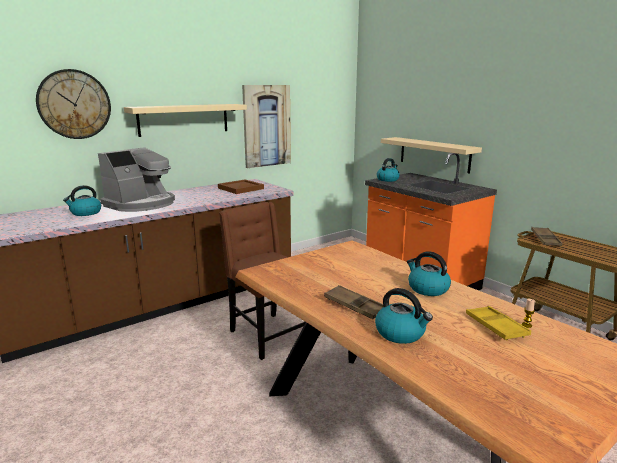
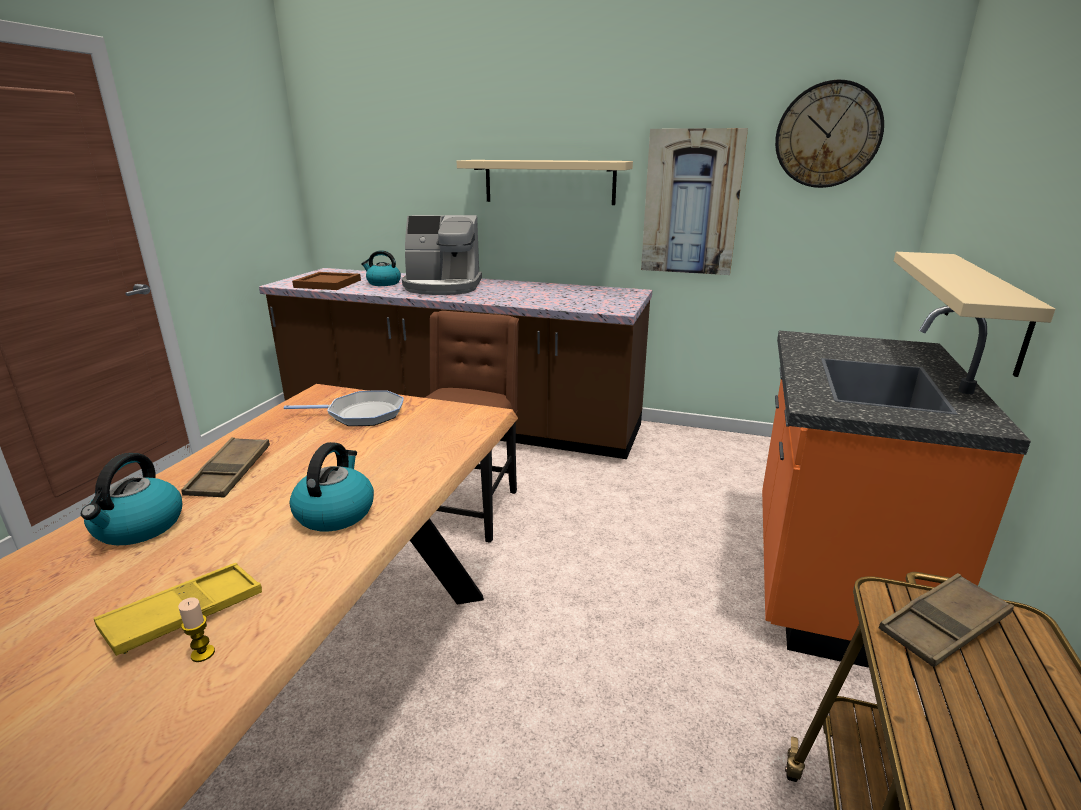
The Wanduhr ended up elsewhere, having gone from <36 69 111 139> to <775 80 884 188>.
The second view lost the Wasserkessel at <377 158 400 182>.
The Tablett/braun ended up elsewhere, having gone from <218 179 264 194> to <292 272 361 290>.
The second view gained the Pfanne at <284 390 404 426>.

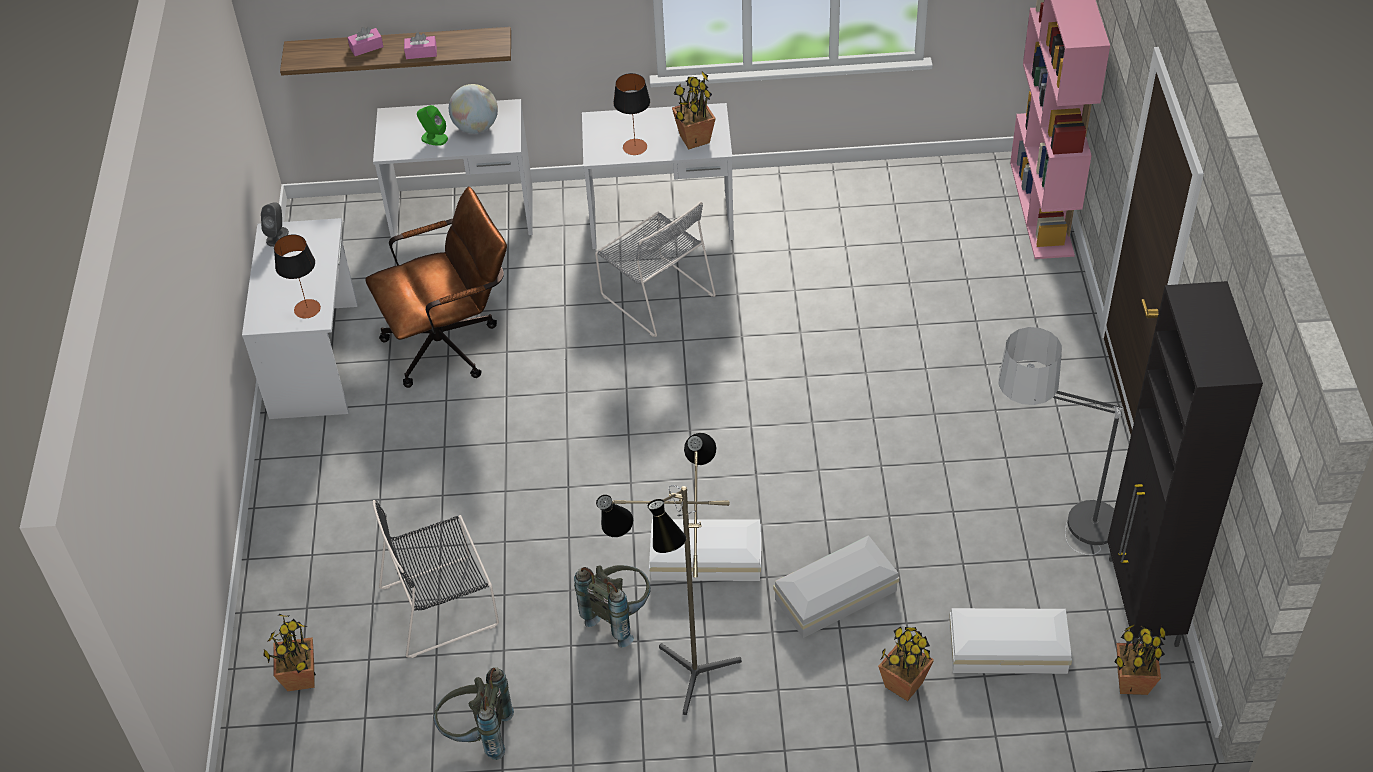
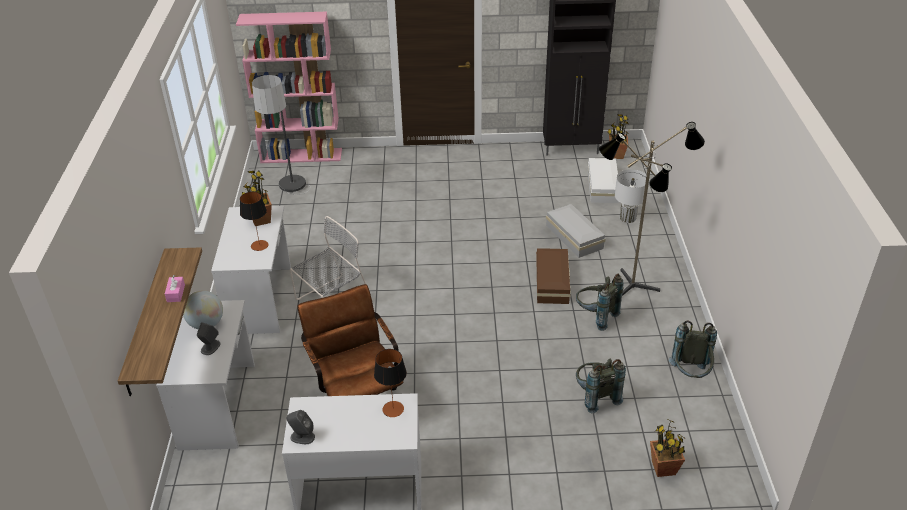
The second view lost the Taschentuchbox/rosa at <347 27 383 56>.
What was the Lautsprecher/grün at <417 105 448 146> turned into the Lautsprecher/grau at <197 322 221 355>.
The Stehlampe ended up elsewhere, having gone from <998 327 1124 555> to <252 75 311 194>.
Where the Stuhl/schwarz stood at <373 500 499 658>, the Rucksack/grau came to stand at <576 359 626 413>.
What was the Aufbewahrungsbox/weiß at <649 519 761 581> turned into the Aufbewahrungsbox/braun at <536 248 571 304>.
Where the Topfpflanze stood at <878 627 934 701>, the Tischlampe/weiß came to stand at <615 169 650 223>.

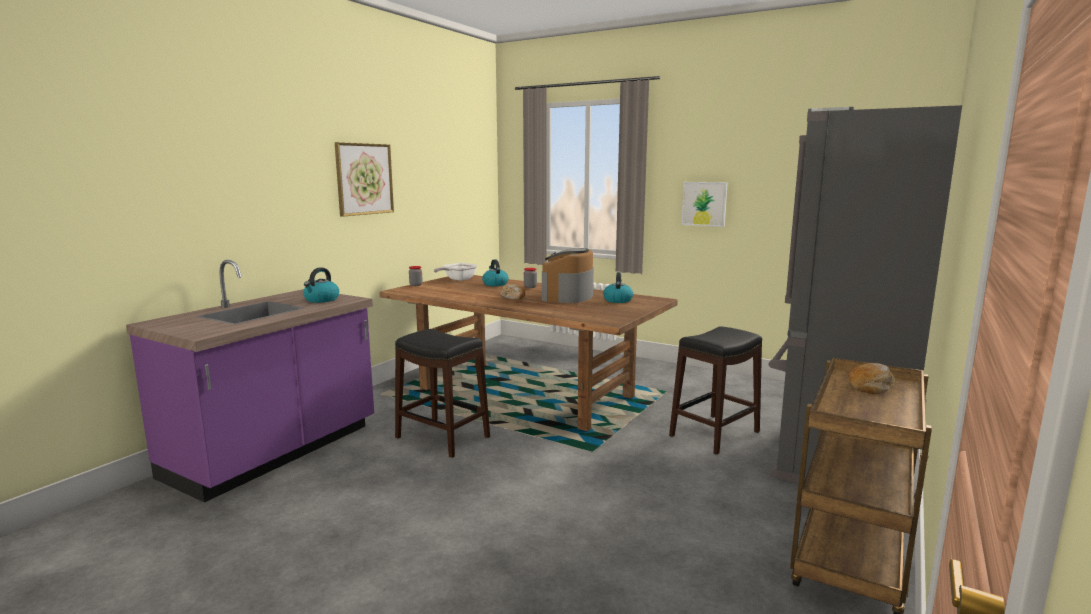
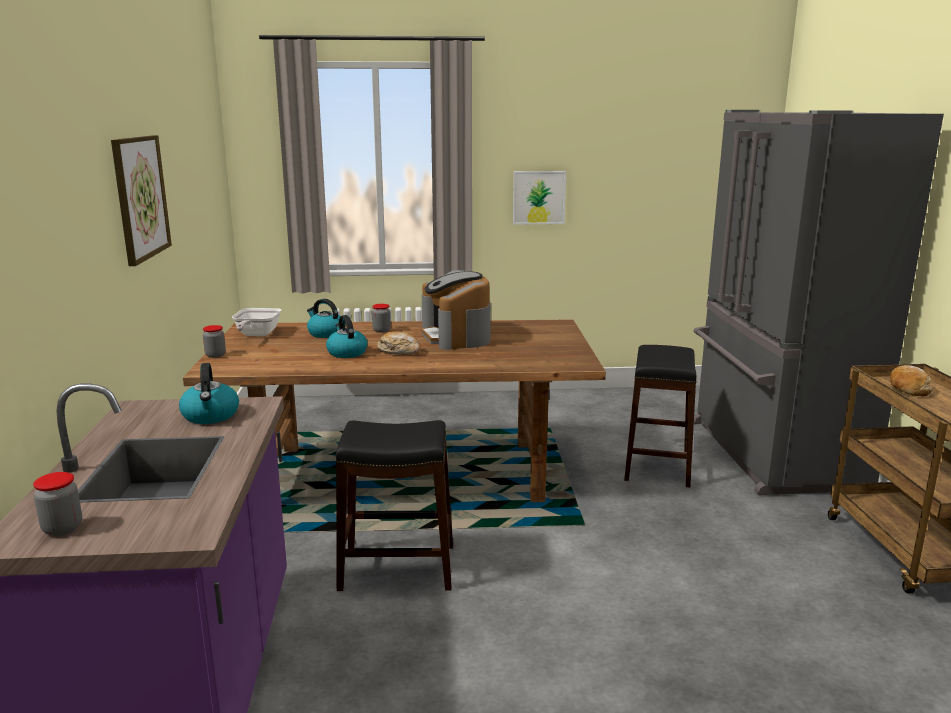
The Wasserkessel ended up elsewhere, having gone from <603 272 633 303> to <326 315 368 358>.
The second view gained the Vorratsglas at <33 472 82 536>.

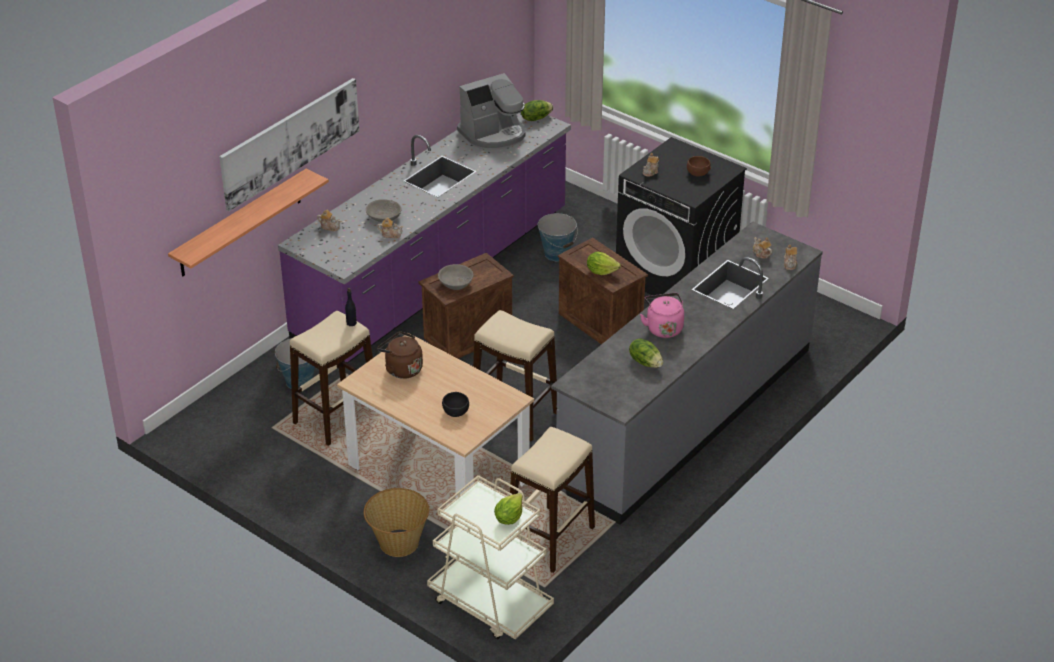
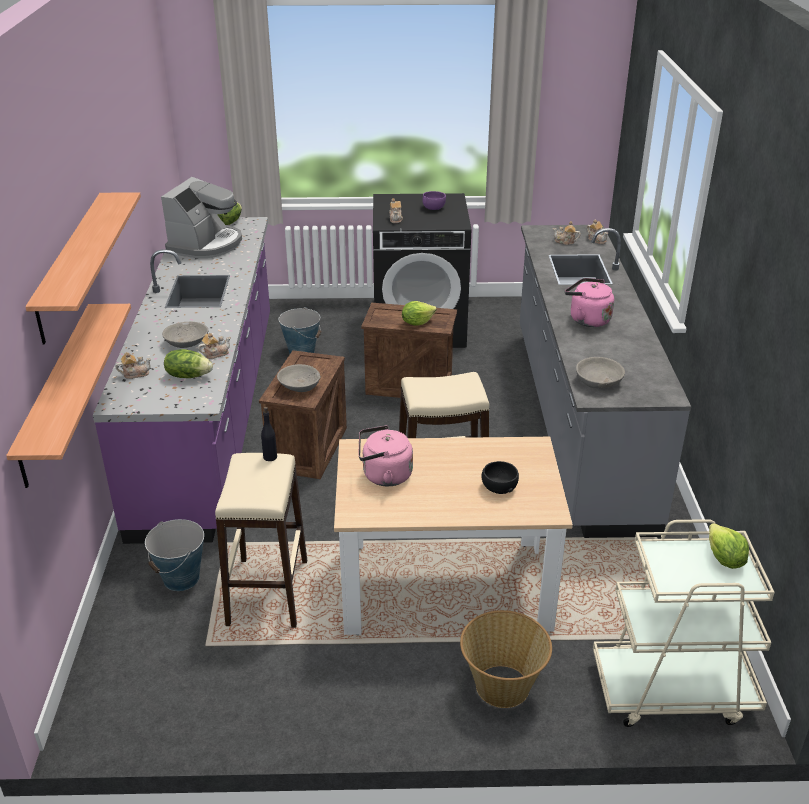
Where the Bild hung at <219 78 359 211>, the Wandregal came to hang at <25 192 141 344>.
What was the Schüssel/braun at <687 156 711 177> turned into the Schüssel/lila at <422 191 446 210>.
What was the Wasserkessel/braun at <377 331 423 379> turned into the Wasserkessel/rosa at <359 425 413 486>.
The Salatkopf ended up elsewhere, having gone from <629 338 663 368> to <164 349 213 378>.
The second view lost the Hocker/beige at <510 427 595 573>.
The second view gained the Schüssel/grau at <576 357 625 388>.

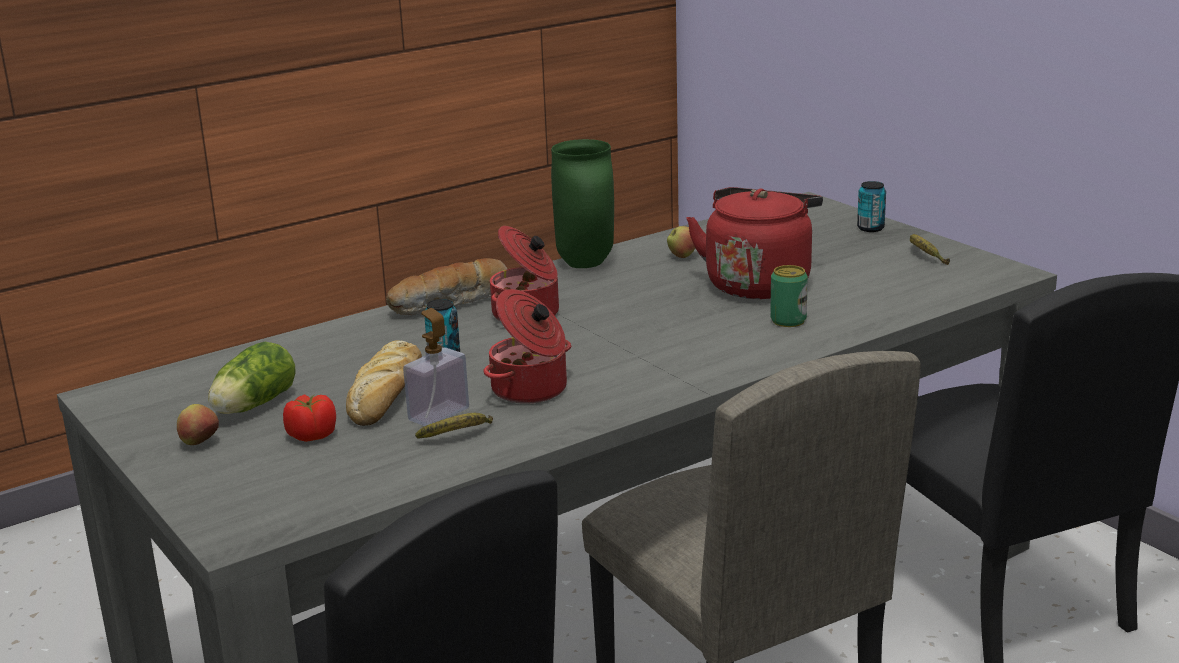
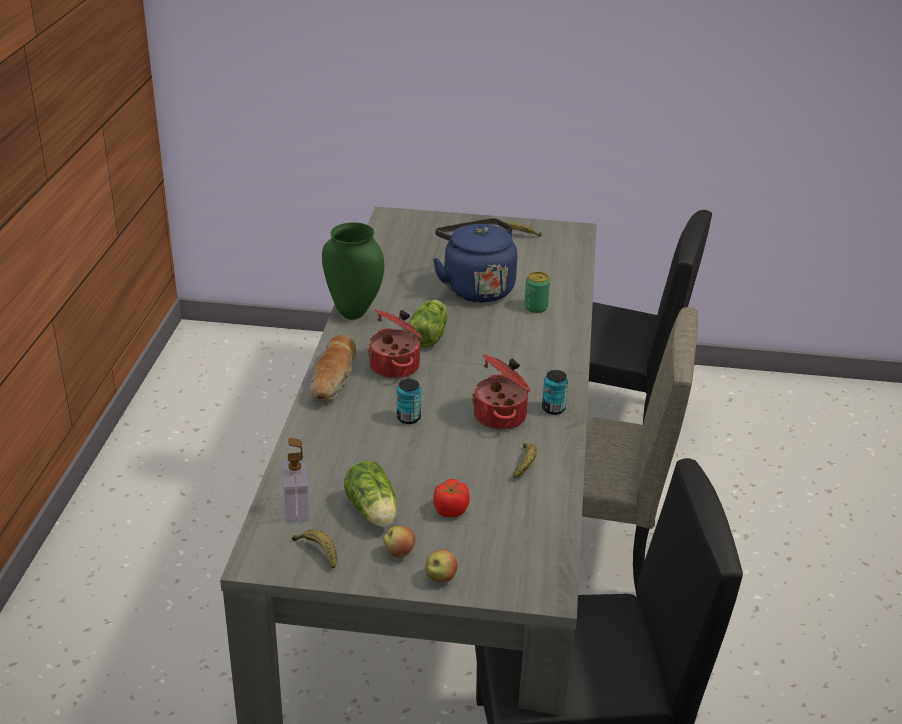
The Dose ended up elsewhere, having gone from <857 181 886 232> to <542 370 568 415>.
What was the Wasserkessel/rot at <686 187 823 299> turned into the Wasserkessel/blau at <433 218 517 303>.
The Apfel ended up elsewhere, having gone from <667 226 696 258> to <426 550 458 582>.
The Seifenspender ended up elsewhere, having gone from <403 308 469 426> to <283 438 310 523>.
The second view lost the Brot at <346 340 422 426>.
The second view gained the Salatkopf at <406 300 447 348>.
The second view gained the Banane at <292 529 337 569>.

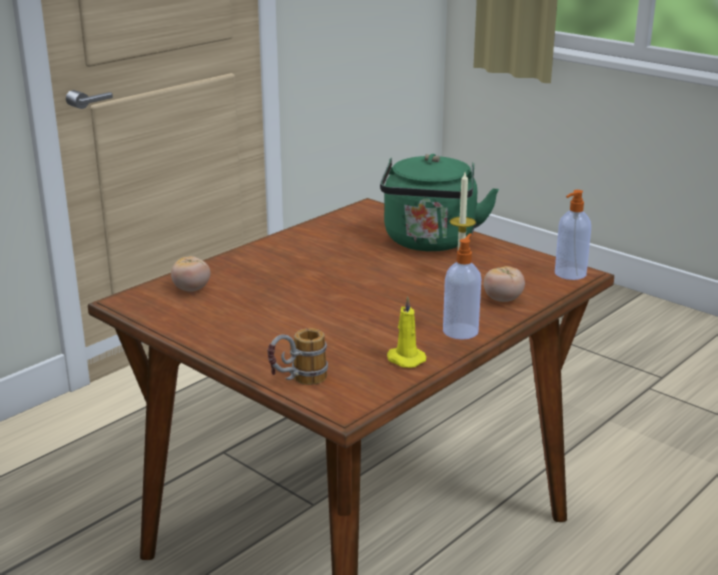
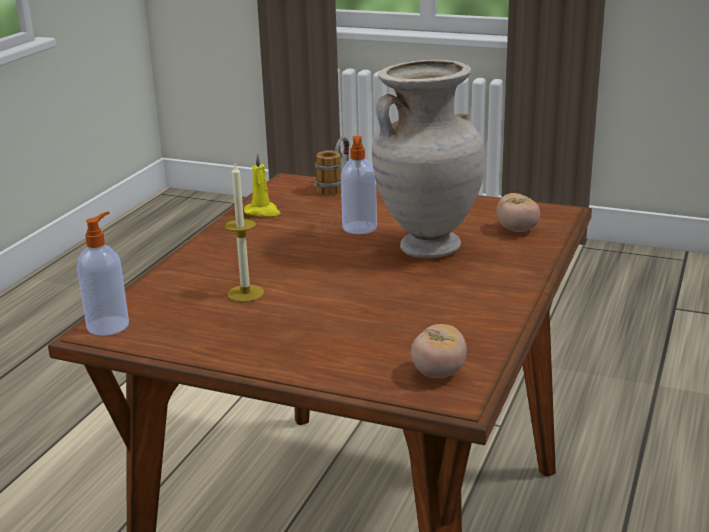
The second view lost the Wasserkessel/grün at <380 154 499 251>.
The Seifenspender ended up elsewhere, having gone from <443 233 481 340> to <341 136 377 234>.
The Tomate ended up elsewhere, having gone from <483 266 525 302> to <411 324 467 378>.
The second view gained the Vase/beige at <372 60 484 258>.

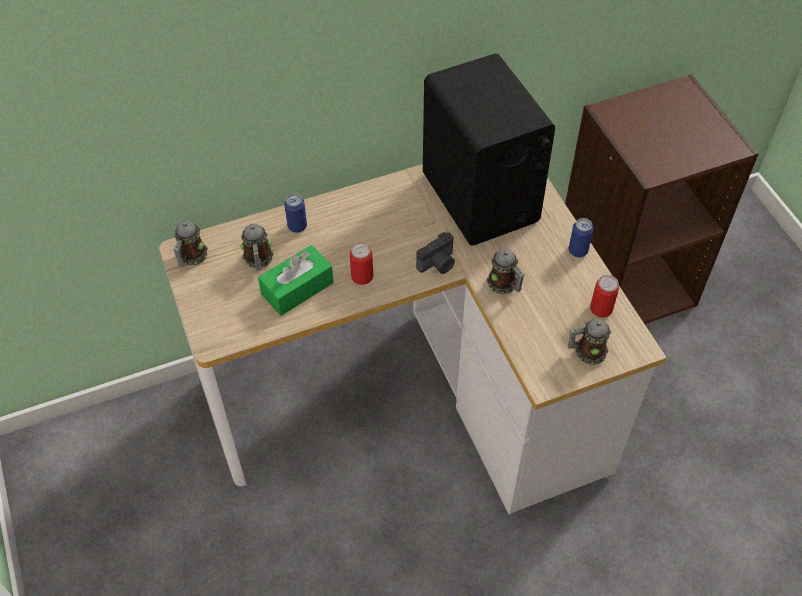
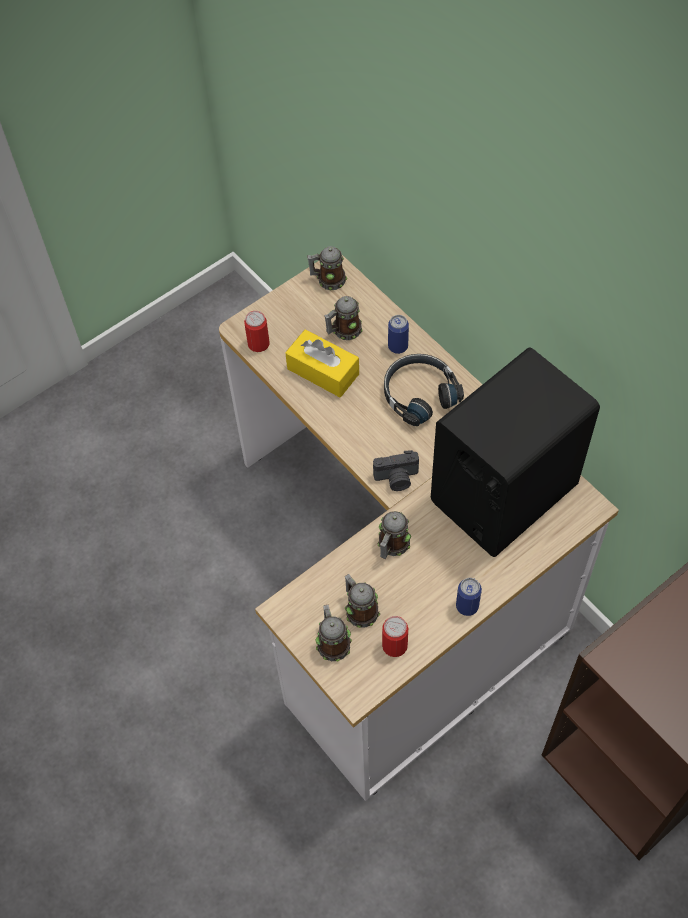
The Kamera at <416 232 455 274> ended up facing another way, 45 degrees counterclockwise from before.
The Dose ended up elsewhere, having gone from <350 242 373 285> to <244 311 270 352>.
What was the Taschentuchbox/grün at <258 245 334 316> turned into the Taschentuchbox/gelb at <285 329 359 397>.
The second view gained the Kopfhörer/schwarz at <384 354 464 426>.
The second view gained the Henkelbecher at <345 574 380 628>.

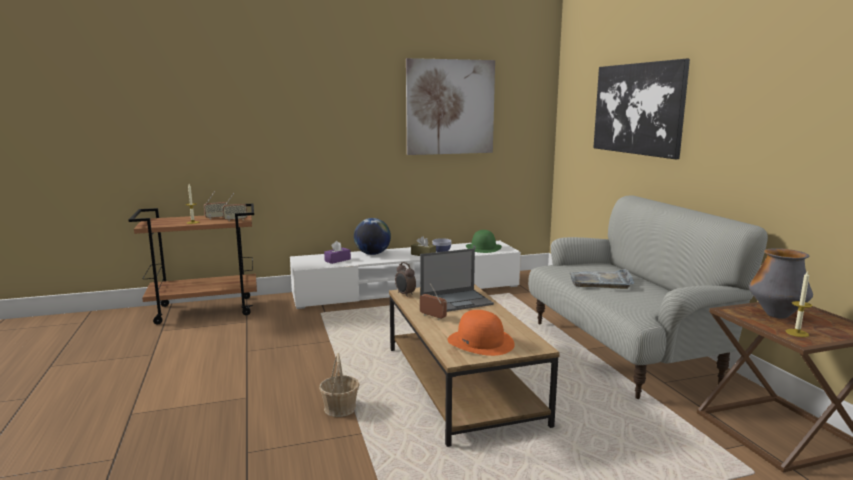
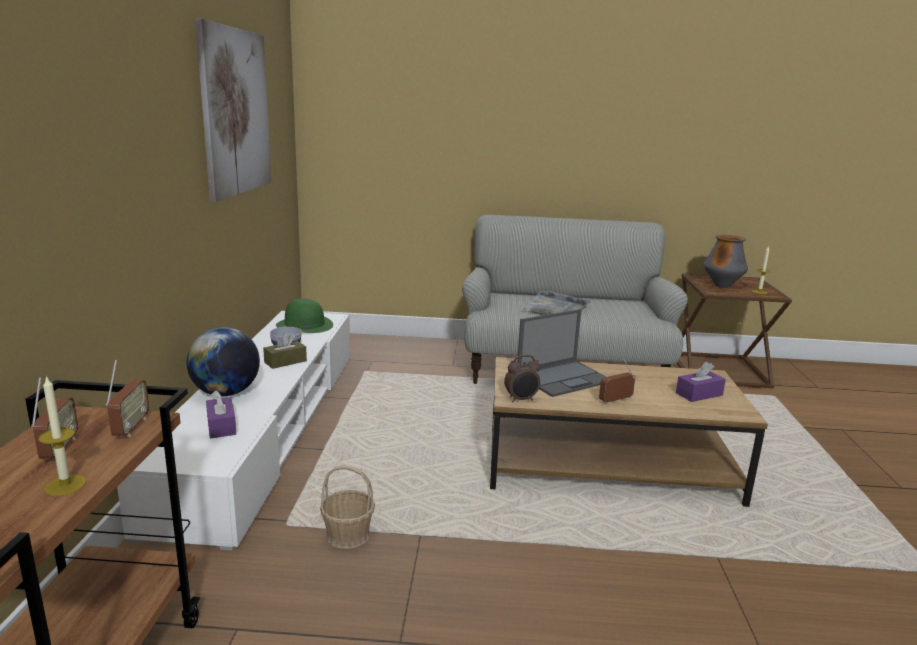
The second view lost the Bild at <593 59 690 159>.
The Laptop at <420 248 494 312> ended up facing another way, 60 degrees clockwise from before.
Where the Hut/orange stood at <447 310 515 356>, the Taschentuchbox/lila came to stand at <676 362 726 402>.
The Korb ended up elsewhere, having gone from <319 353 360 417> to <320 465 375 549>.

